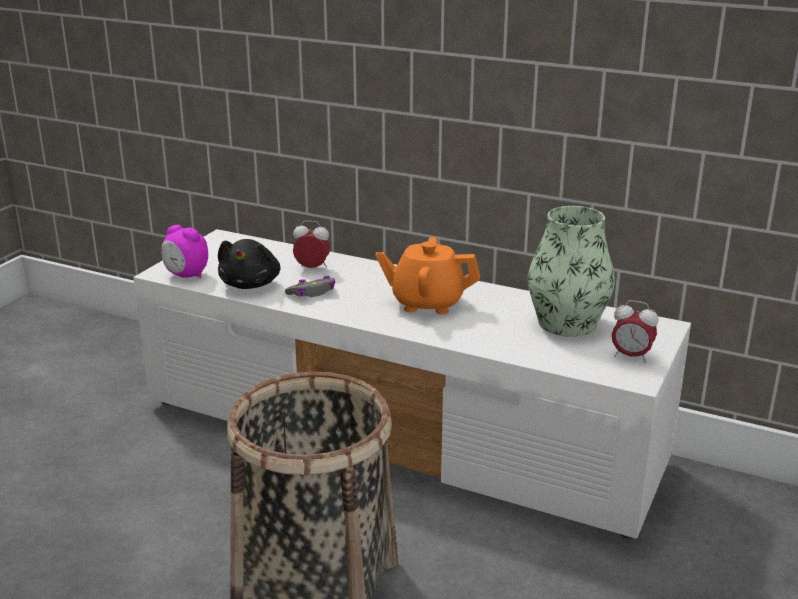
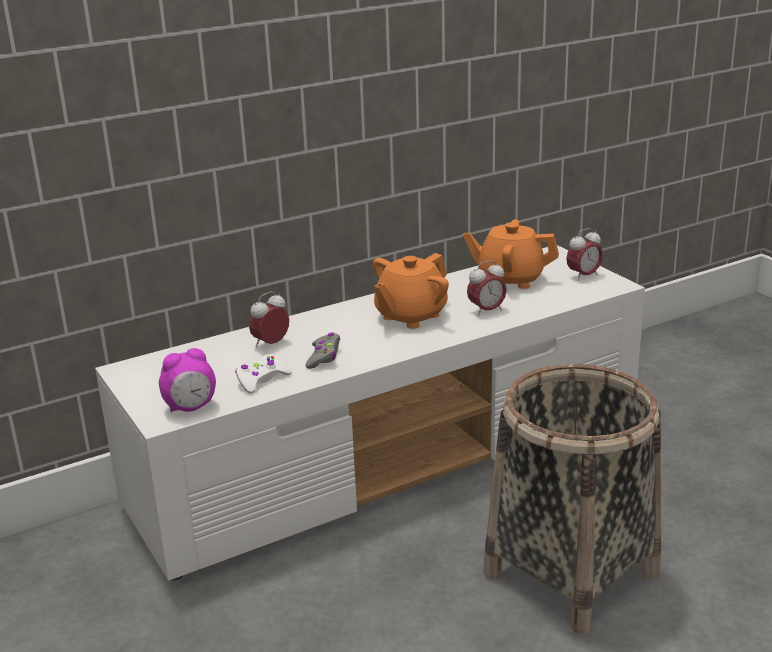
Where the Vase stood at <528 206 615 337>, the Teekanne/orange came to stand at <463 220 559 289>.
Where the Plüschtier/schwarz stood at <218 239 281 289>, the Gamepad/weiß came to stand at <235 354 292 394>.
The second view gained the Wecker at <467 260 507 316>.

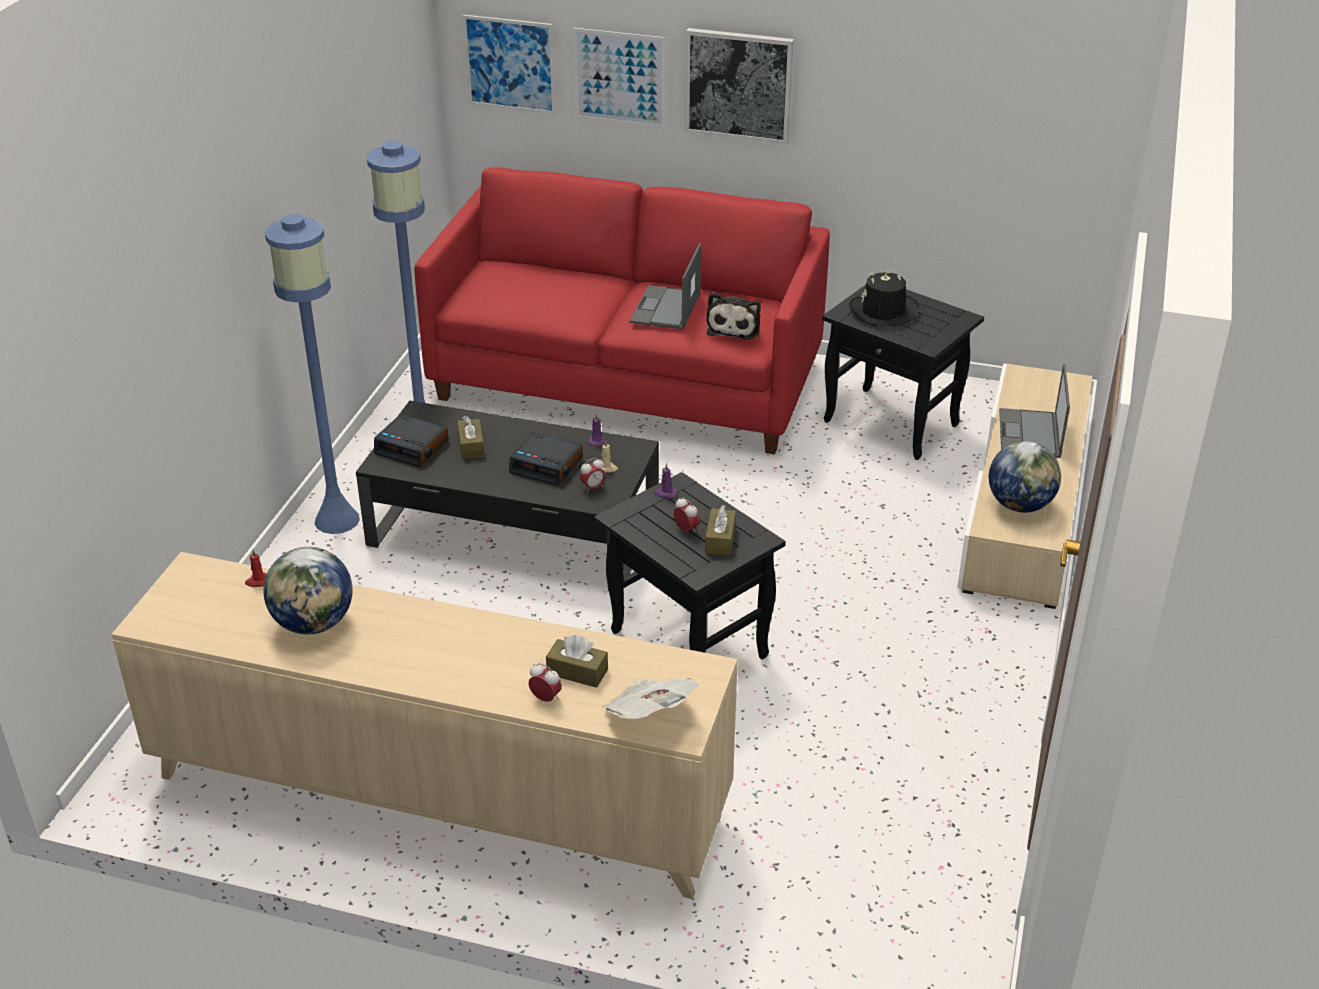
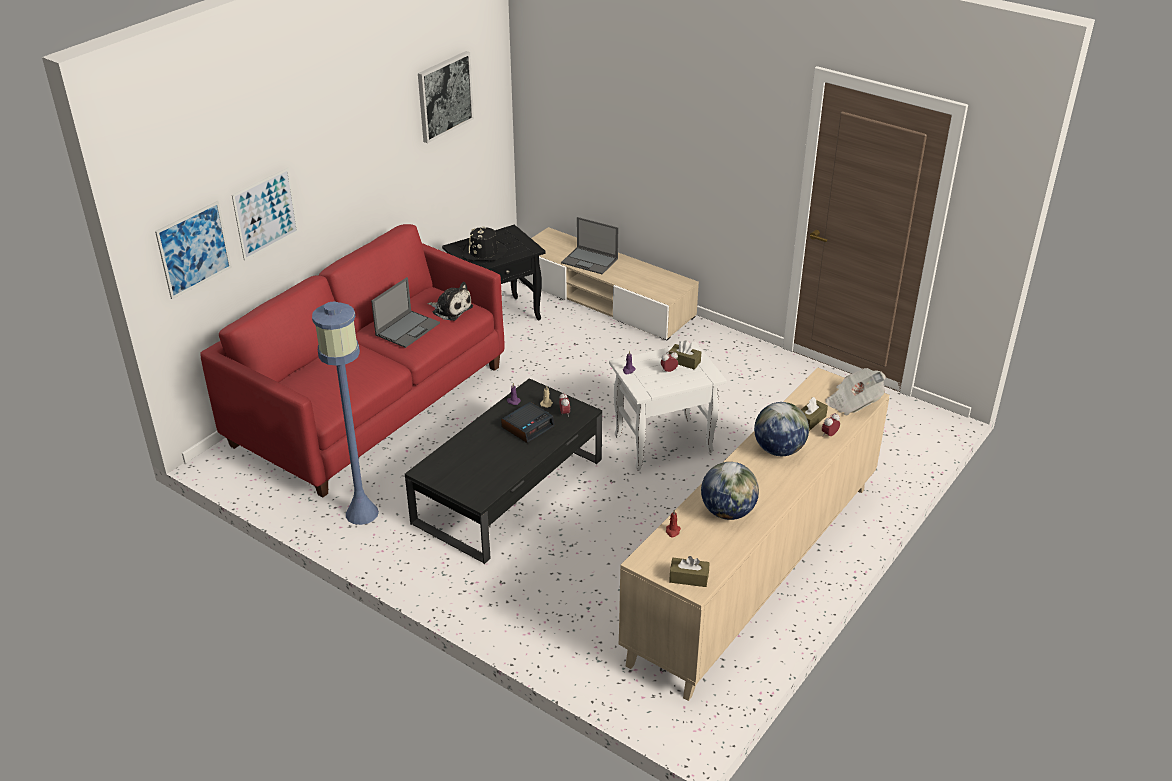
The Bild ended up elsewhere, having gone from <685 28 794 144> to <418 51 474 143>.
The second view lost the Stehlampe/blau at <265 214 360 534>.
The Laptop at <630 243 701 330> ended up facing another way, 90 degrees counterclockwise from before.
The second view lost the Wecker at <374 414 449 467>.
The Taschentuchbox/braun ended up elsewhere, having gone from <457 416 484 459> to <669 556 709 587>.
The Globus ended up elsewhere, having gone from <989 441 1061 513> to <754 402 809 456>.
What was the Beistelltisch/schwarz at <594 472 786 659> turned into the Beistelltisch/weiß at <609 342 727 471>.

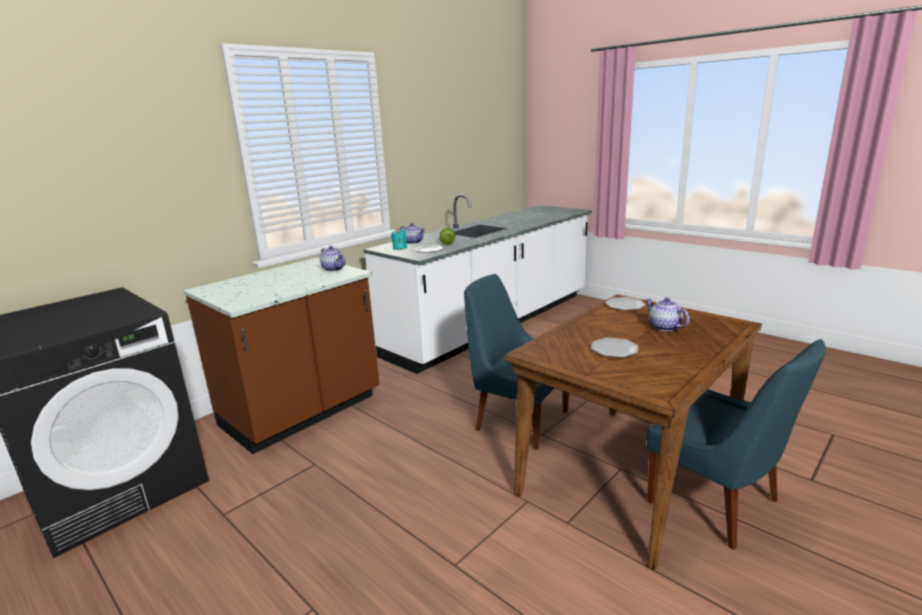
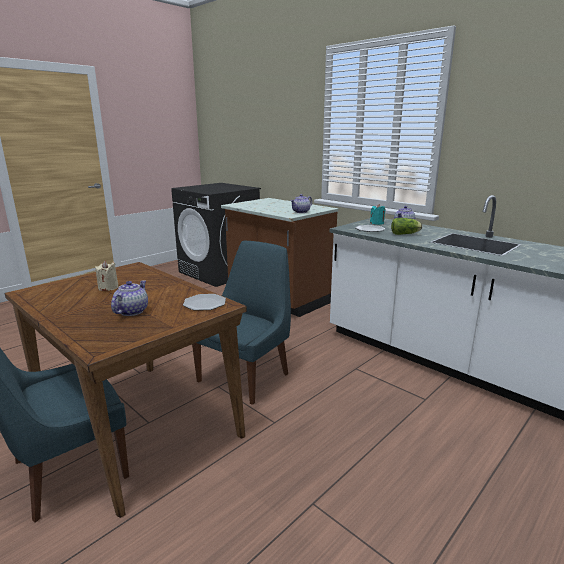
The Teekanne at <645 298 689 331> ended up facing another way, 45 degrees counterclockwise from before.
Where the Teller stood at <591 338 638 358>, the Kerze/beige came to stand at <95 261 119 291>.

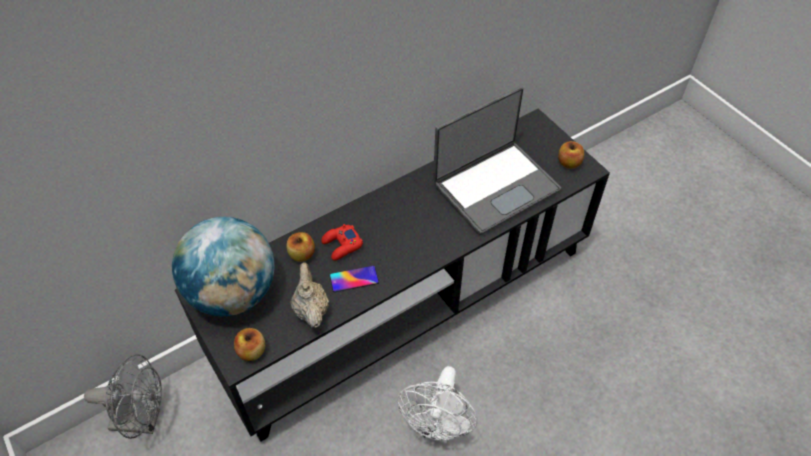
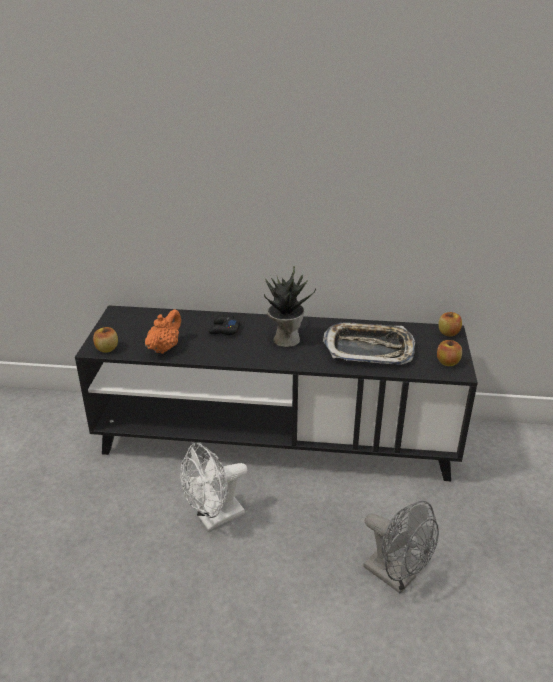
Where the Laptop stood at <433 86 561 235>, the Tablett came to stand at <323 322 415 365>.
The second view lost the Globus at <172 217 275 316>.
What was the Gamepad/rot at <321 224 363 261> turned into the Gamepad/schwarz at <209 315 241 335>.
The Apfel ended up elsewhere, having gone from <286 232 315 262> to <438 312 462 336>.
What was the Teekanne/beige at <290 262 329 328> turned into the Teekanne/orange at <145 309 181 354>.
The second view lost the Handy at <330 266 379 292>.
The Ventilator/grau ended up elsewhere, having gone from <84 354 162 439> to <363 501 439 593>.
The second view gained the Topfpflanze at <264 266 316 347>.

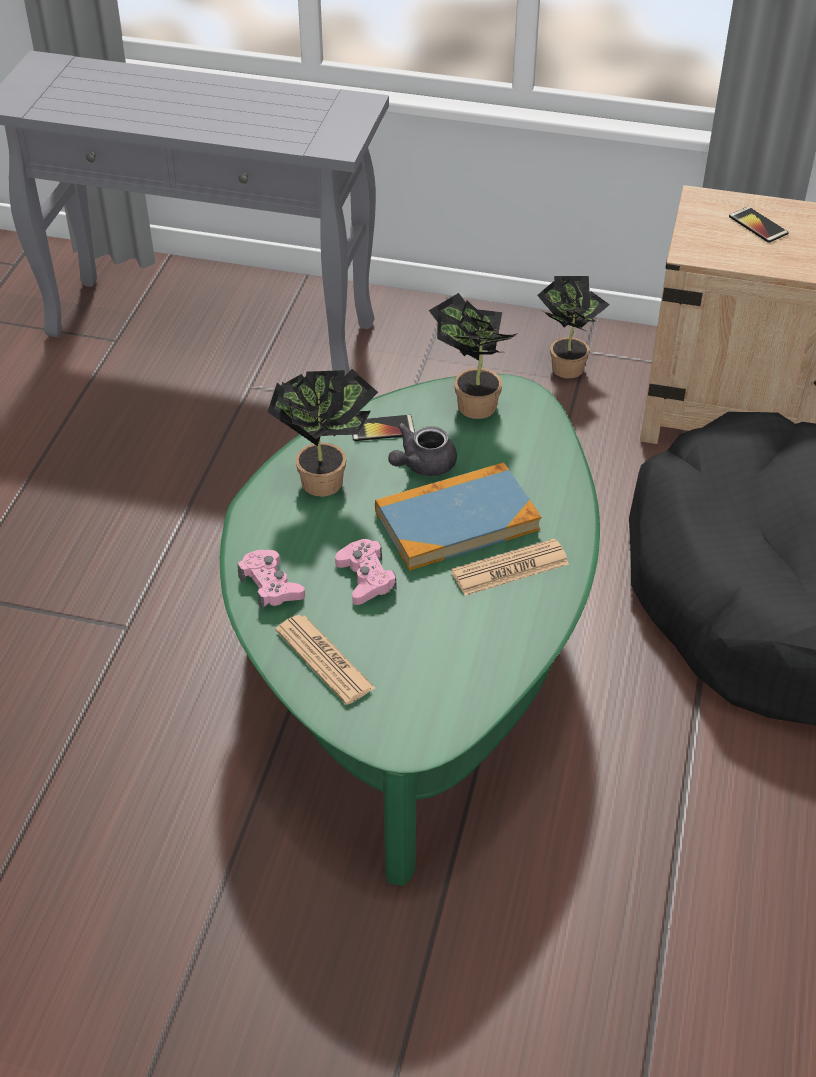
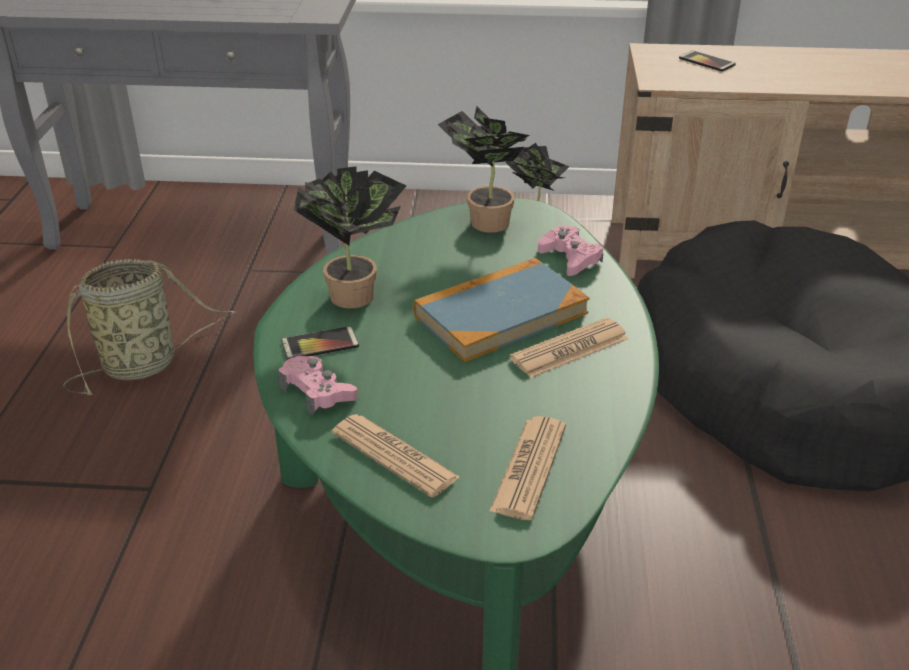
The Handy ended up elsewhere, having gone from <352 415 415 441> to <281 326 359 360>.
The second view lost the Teekanne/grau at <388 423 457 476>.
The Gamepad/rosa ended up elsewhere, having gone from <335 539 397 605> to <538 226 603 276>.
The second view gained the Korb at <63 259 237 395>.
The second view gained the Zeitung at <489 416 566 520>.

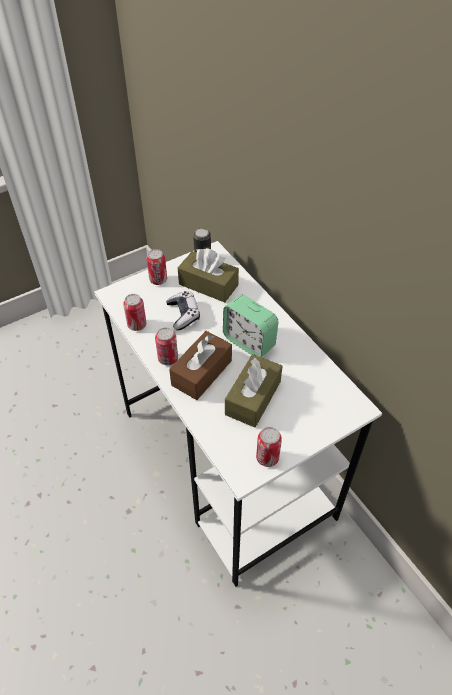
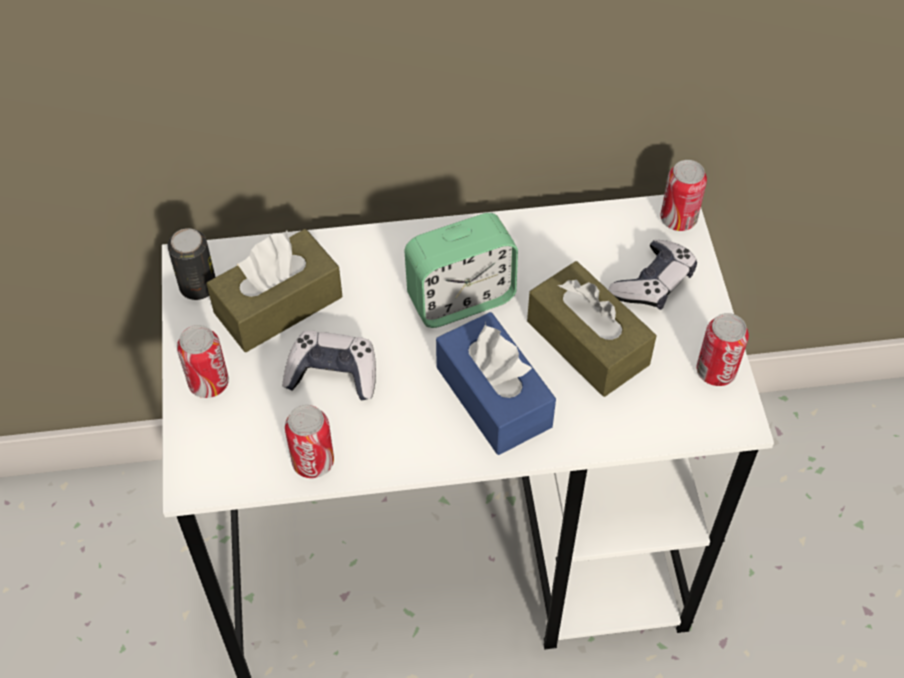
The Dose ended up elsewhere, having gone from <155 327 178 365> to <660 160 707 231>.
What was the Taschentuchbox/braun at <169 331 232 400> turned into the Taschentuchbox/blau at <436 312 556 455>.
The second view gained the Gamepad at <608 240 697 310>.

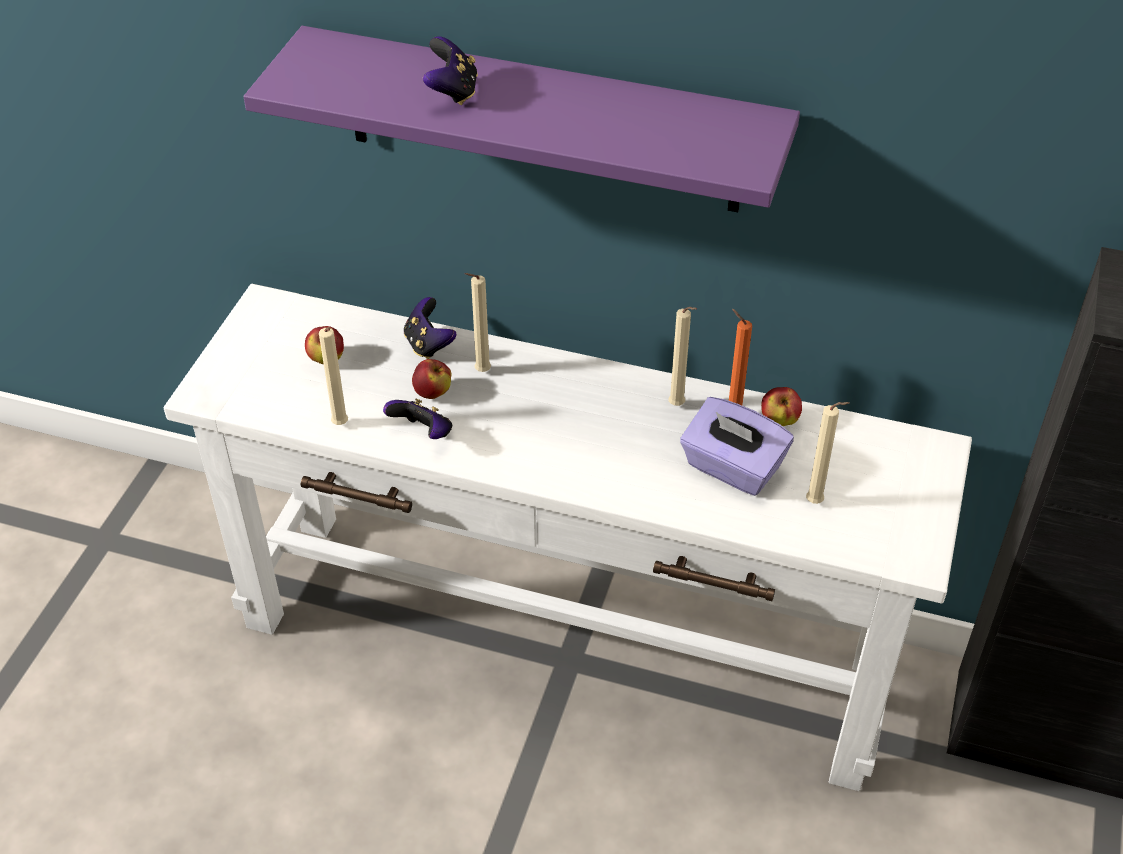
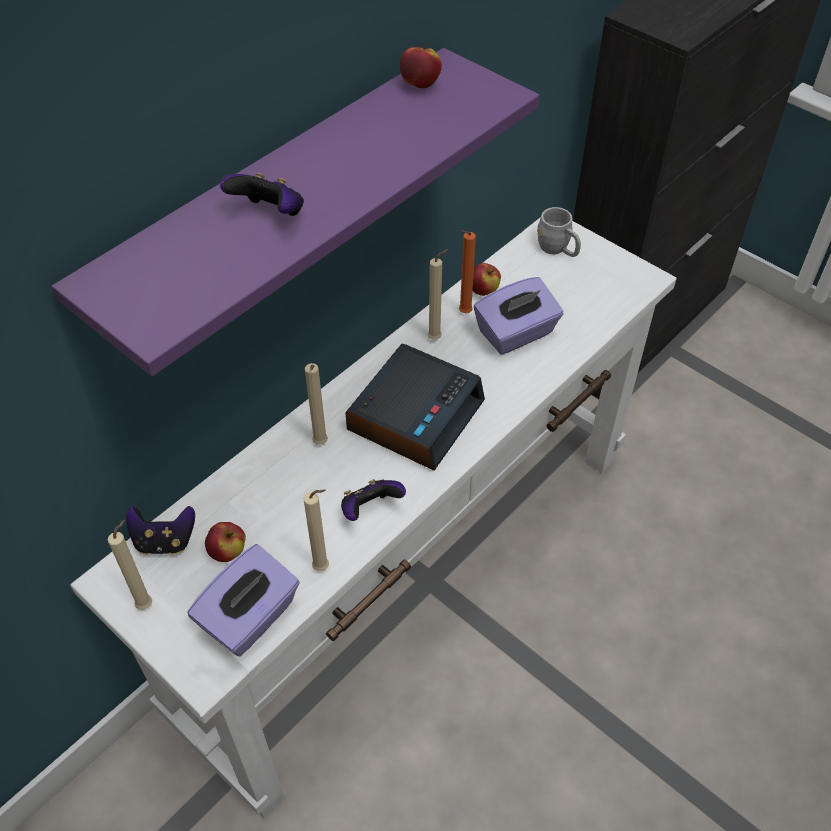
The Gamepad ended up elsewhere, having gone from <404 297 456 359> to <126 506 195 555>.
The Apfel ended up elsewhere, having gone from <412 359 451 399> to <400 43 442 88>.
The Kerze/beige ended up elsewhere, having gone from <806 402 850 504> to <108 519 152 610>.
The second view gained the Henkelbecher/grau at <537 207 581 257>.
The second view gained the Wecker at <345 344 485 471>.
The second view gained the Taschentuchbox/lila at <188 544 300 656>.

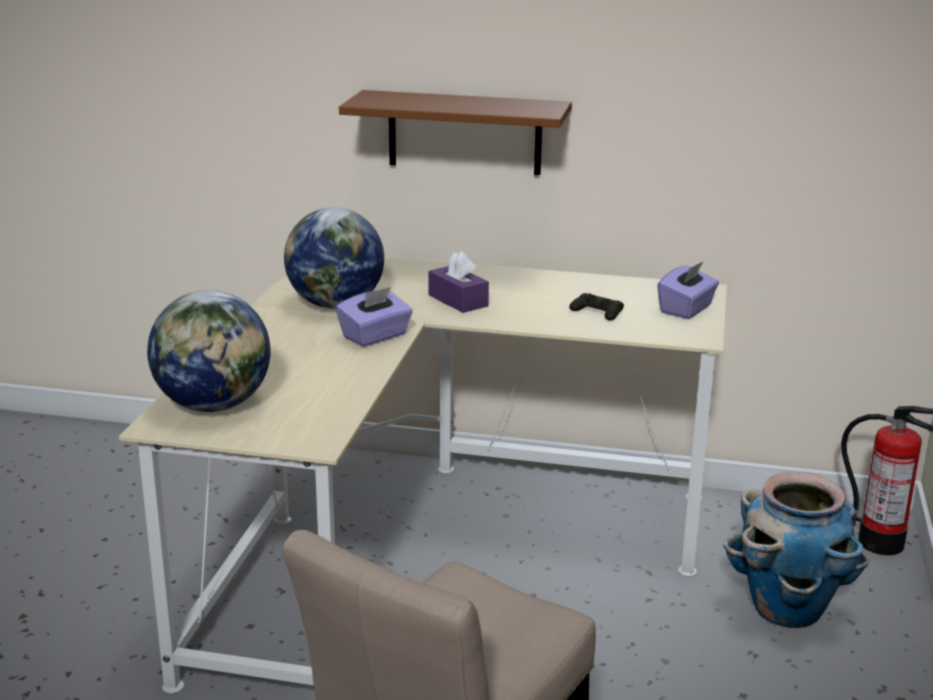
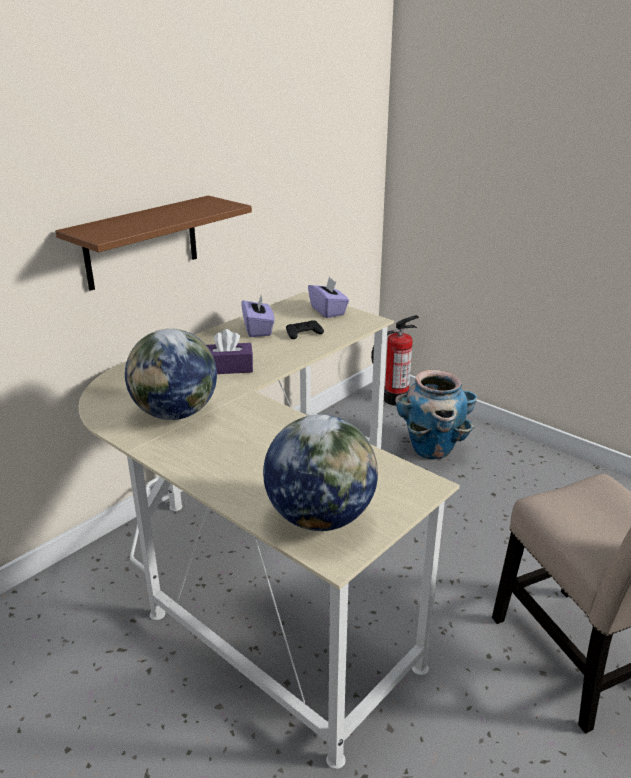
The Taschentuchbox/lila ended up elsewhere, having gone from <336 287 413 347> to <241 293 275 337>.

